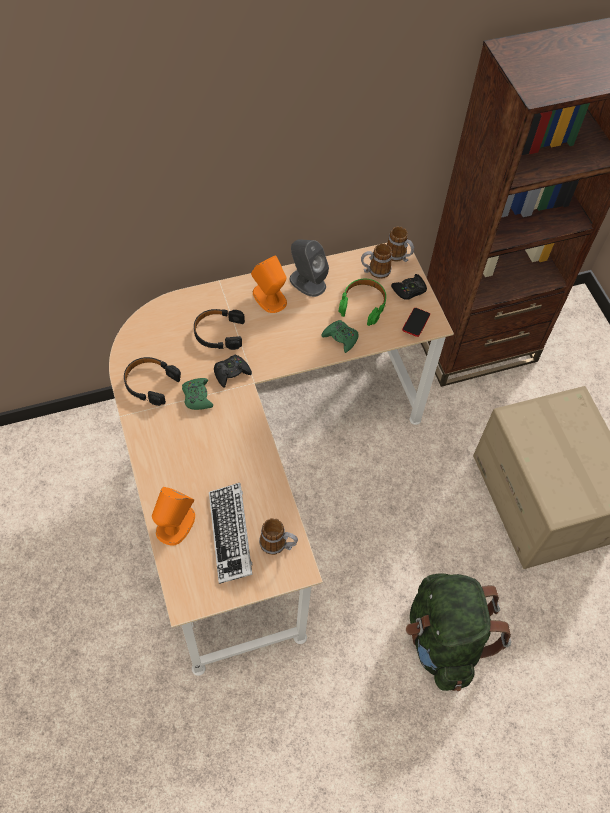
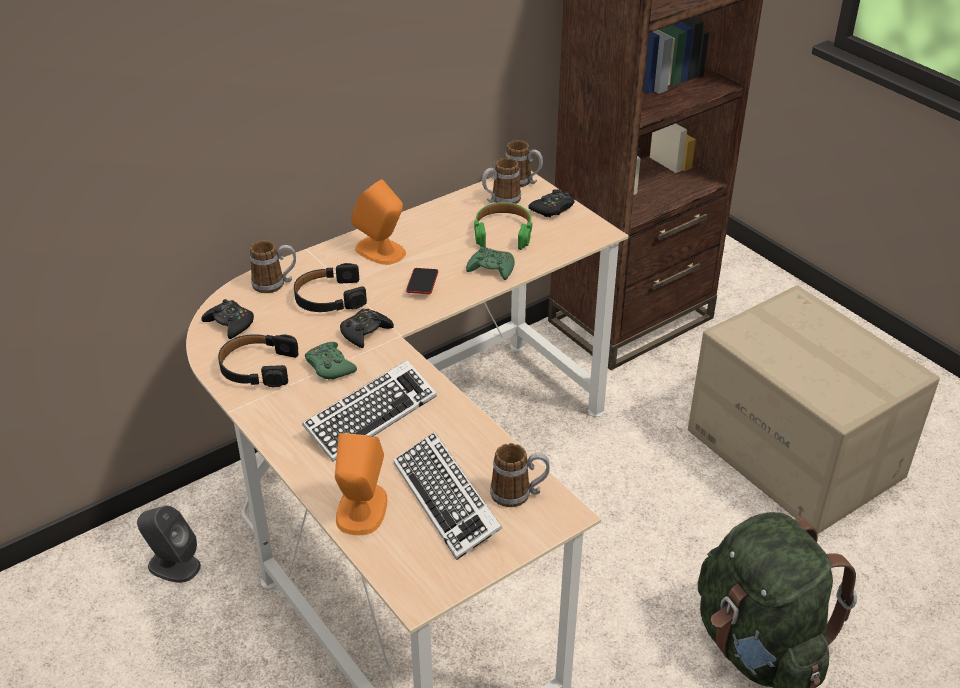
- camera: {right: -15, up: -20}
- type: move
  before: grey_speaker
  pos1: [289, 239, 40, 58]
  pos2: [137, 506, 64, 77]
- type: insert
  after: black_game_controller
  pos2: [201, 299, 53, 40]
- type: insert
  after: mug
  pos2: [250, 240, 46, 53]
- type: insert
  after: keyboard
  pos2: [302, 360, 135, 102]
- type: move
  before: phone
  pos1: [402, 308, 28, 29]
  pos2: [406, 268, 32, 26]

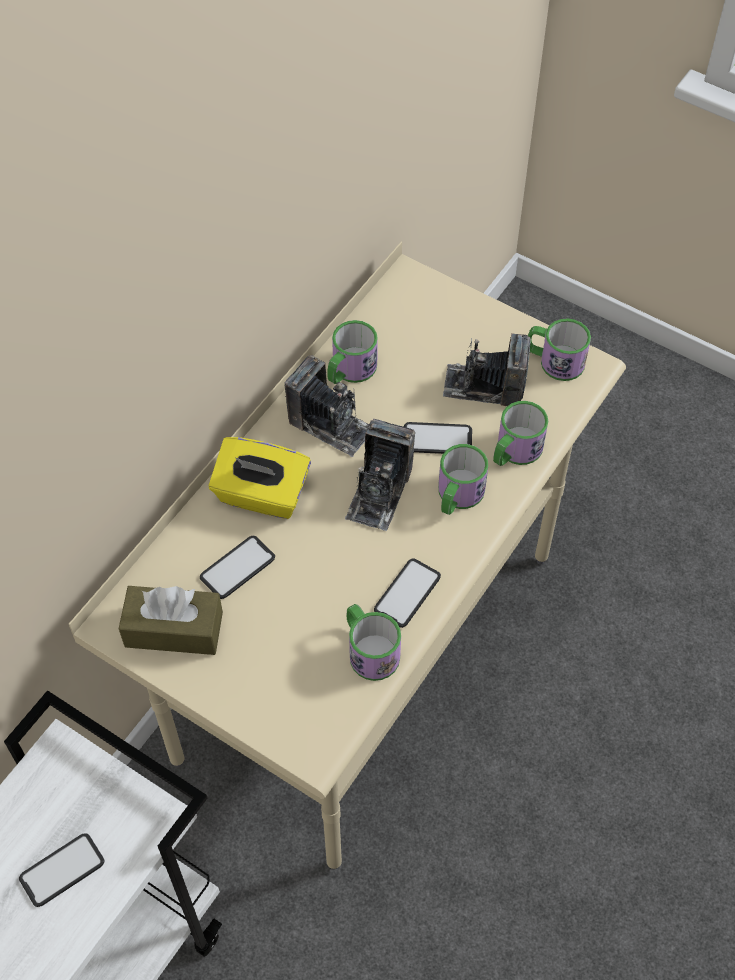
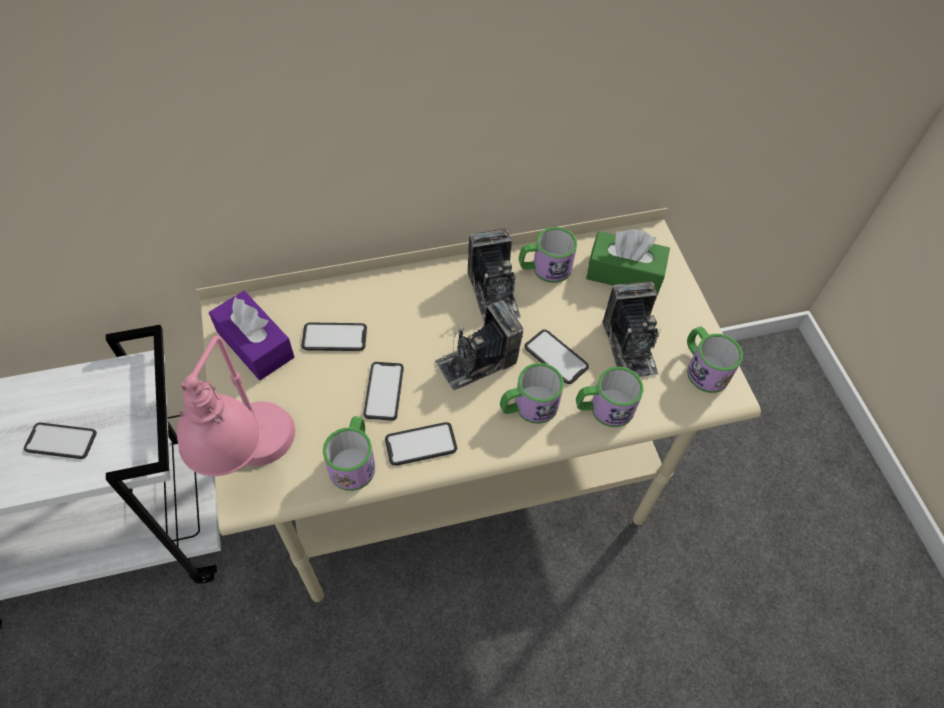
- camera: {right: 40, up: 0}
- type: insert
  after: pink_table_lamp
  pos2: [177, 336, 118, 140]
- type: recolor
  before: brown_tissue_box
  after: purple_tissue_box
  pos1: [119, 586, 104, 69]
  pos2: [209, 291, 85, 89]
- type: insert
  after: phone
  pos2: [363, 362, 41, 59]
- type: insert
  after: green_tissue_box
  pos2: [586, 229, 84, 66]
- type: rotate
  before: photo_camera
  pos1: [443, 333, 88, 73]
  pos2: [603, 281, 57, 96]
  turn: -150
- type: delete
  before: yellow_tissue_box
  pos1: [209, 437, 102, 82]

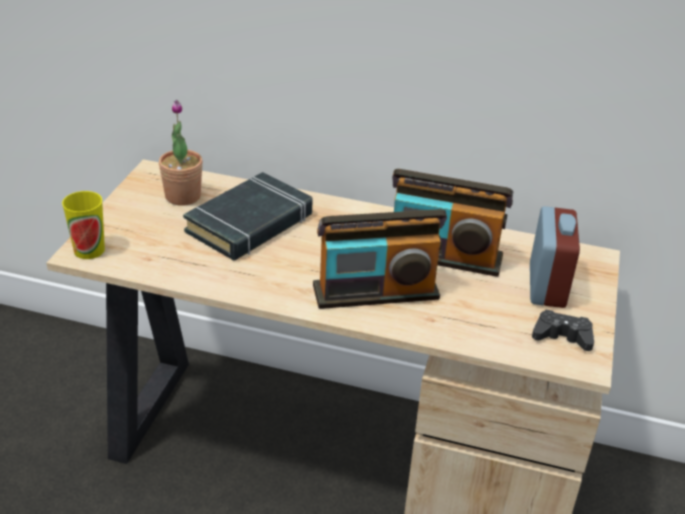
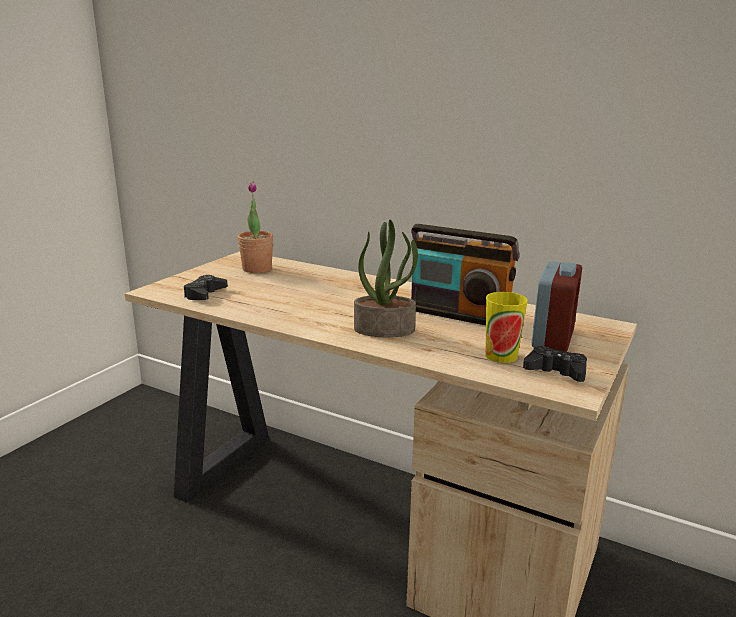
- camera: {right: 15, up: -15}
- type: insert
  after: black_game_controller
  pos2: [184, 275, 44, 25]
- type: replace
  before: radio
  after: potted_plant
  pos1: [313, 209, 134, 100]
  pos2: [354, 220, 64, 118]
- type: move
  before: cup
  pos1: [62, 191, 43, 68]
  pos2: [485, 292, 43, 71]
- type: delete
  before: black_book
  pos1: [183, 172, 130, 88]

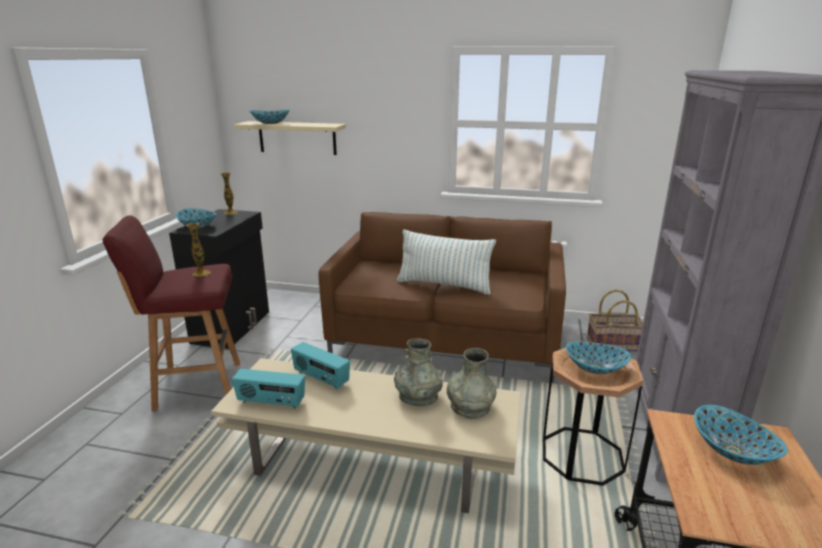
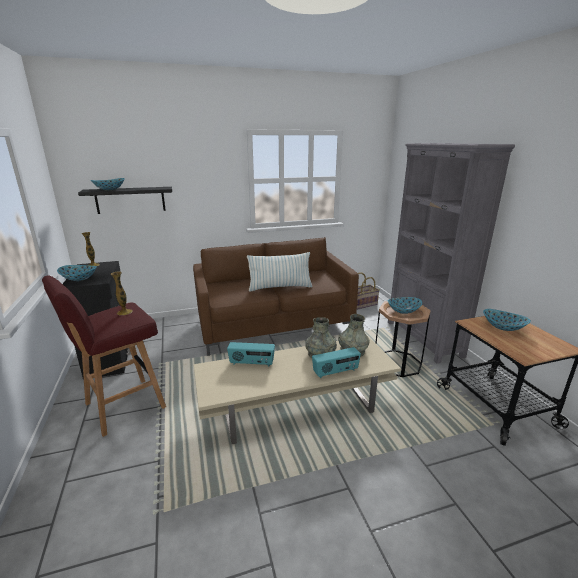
- camera: {right: -30, up: 0}
- type: recolor
  before: beige_shelf
  after: black_shelf
  pos1: [234, 121, 112, 34]
  pos2: [78, 187, 94, 27]
- type: move
  before: radio
  pos1: [232, 369, 73, 40]
  pos2: [312, 347, 49, 31]

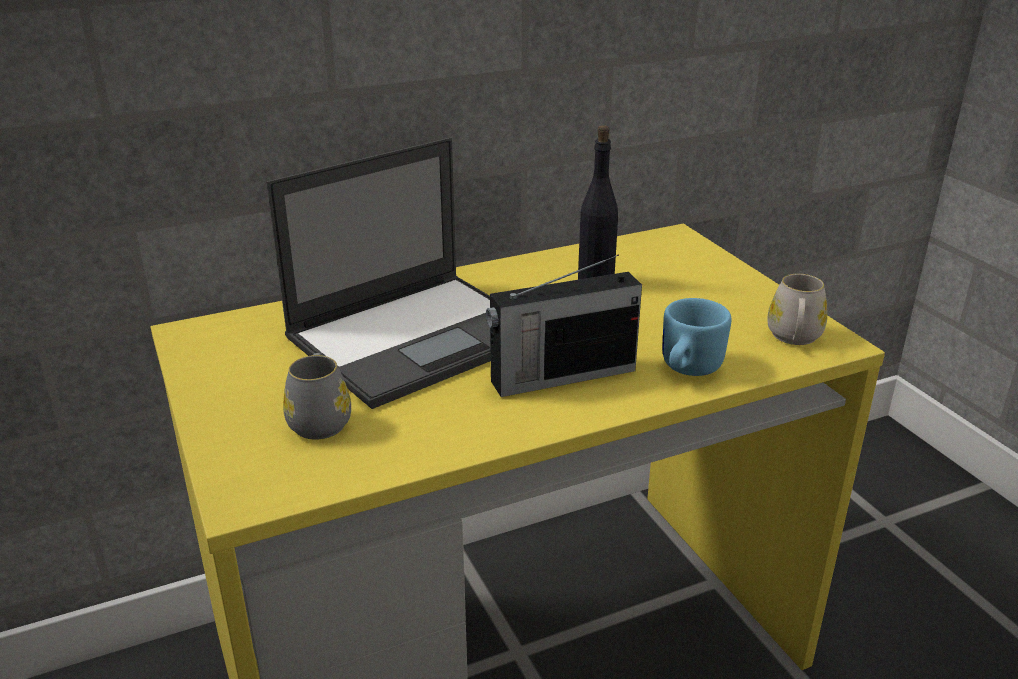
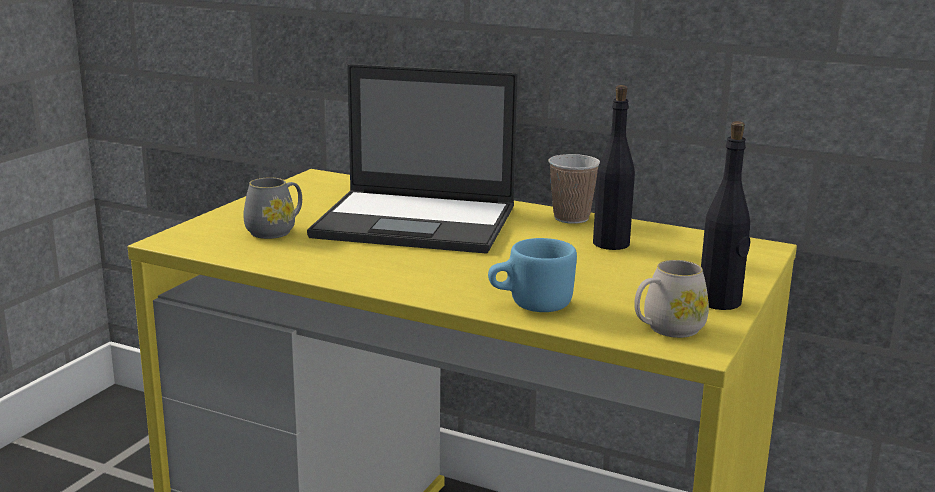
- camera: {right: 50, up: -10}
- type: insert
  after: cup
  pos2: [548, 154, 52, 70]
- type: insert
  after: black_bottle
  pos2: [701, 121, 49, 189]
- type: delete
  before: radio
  pos1: [486, 254, 156, 143]

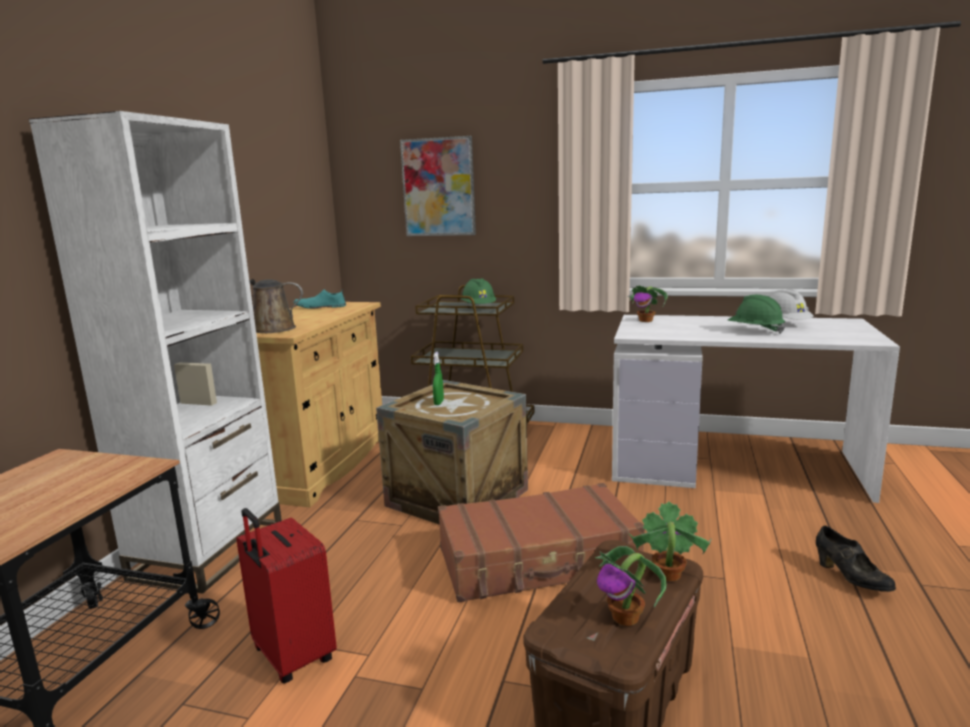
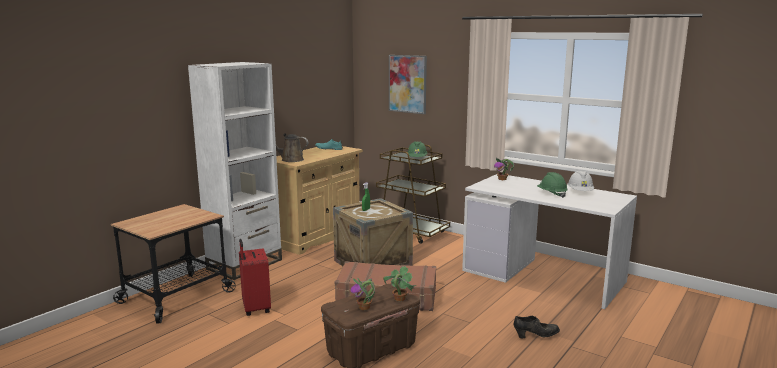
- camera: {right: 20, up: 0}
- type: rotate
  before: black_shoe
  pos1: [816, 526, 80, 66]
  pos2: [514, 316, 46, 22]
  turn: -90

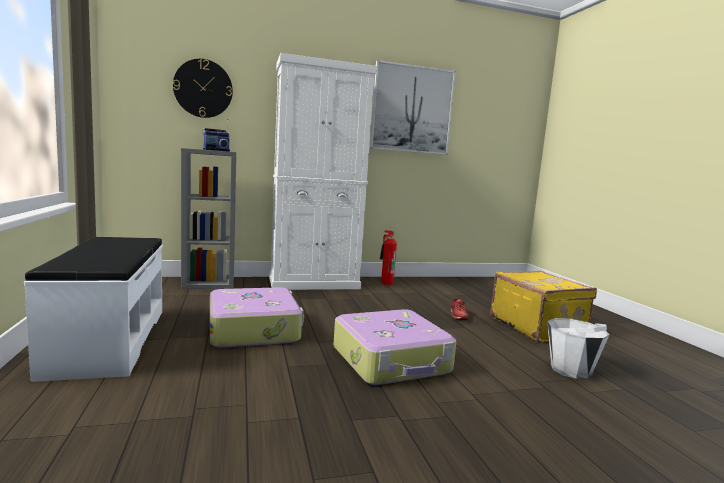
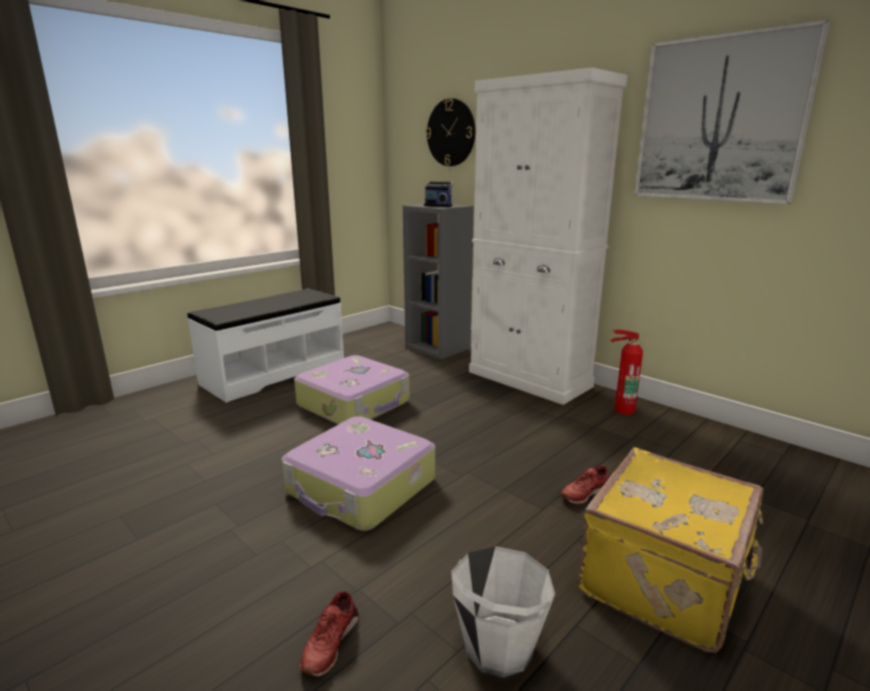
- camera: {right: 60, up: 10}
- type: insert
  after: red_shoe
  pos2: [300, 591, 59, 86]

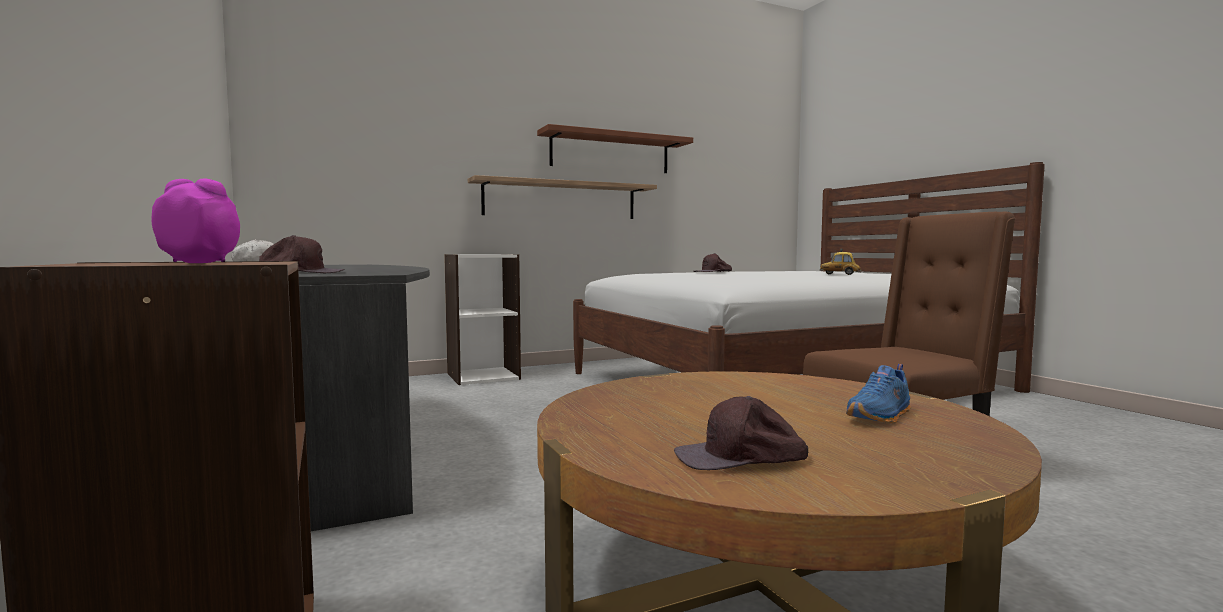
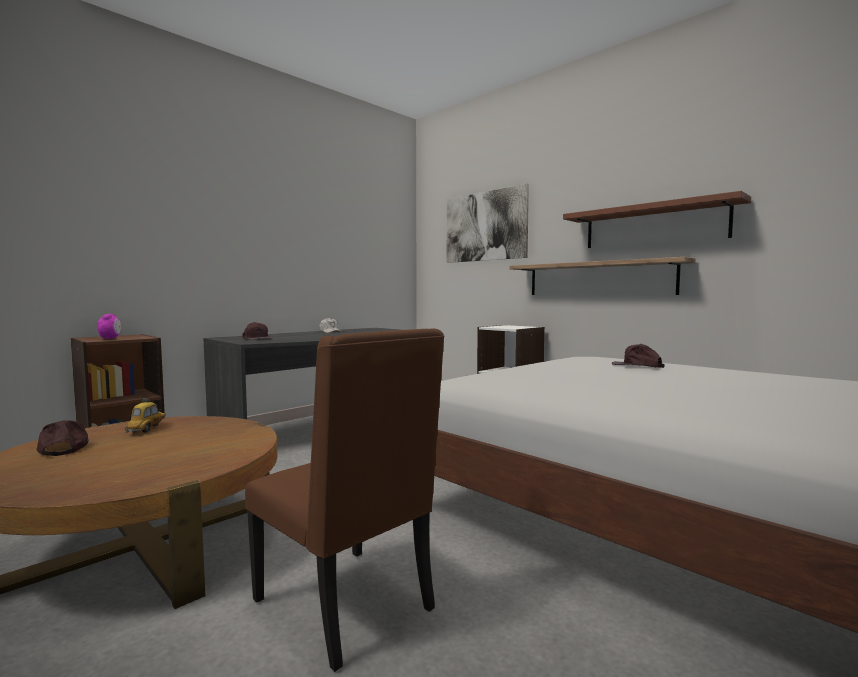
- camera: {right: 70, up: 0}
- type: move
  before: toy_car
  pos1: [820, 249, 42, 26]
  pos2: [125, 398, 41, 35]
- type: insert
  after: picture
  pos2: [447, 184, 82, 79]
- type: delete
  before: blue_shoe
  pos1: [846, 364, 64, 59]

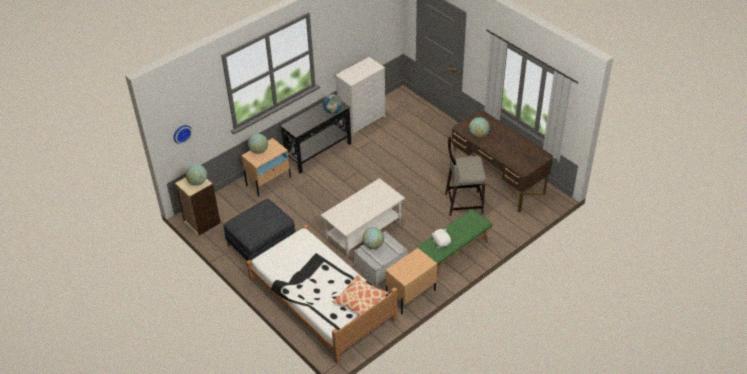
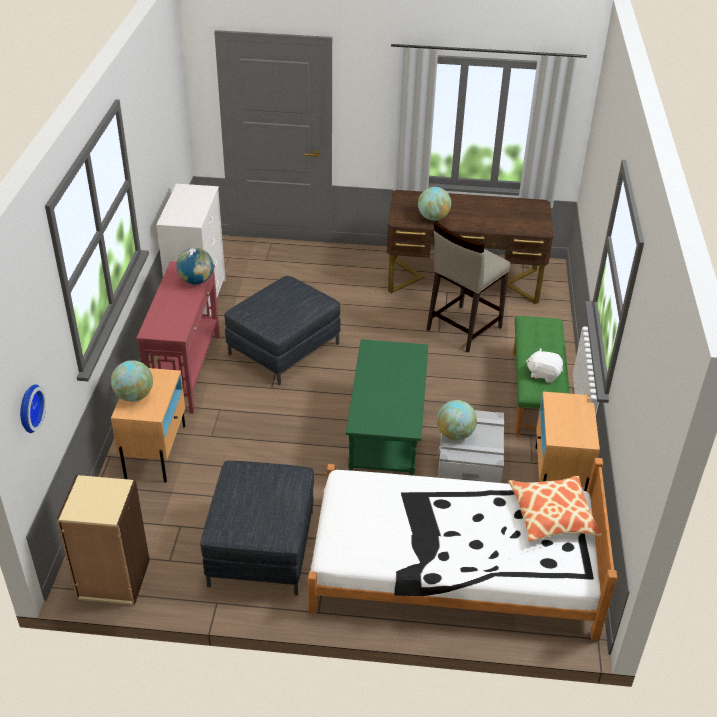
- camera: {right: -45, up: -5}
- type: recolor
  before: black_console_table
  after: red_console_table
  pos1: [281, 101, 70, 73]
  pos2: [136, 261, 84, 153]
- type: insert
  after: grey_ottoman
  pos2: [224, 276, 117, 109]
- type: recolor
  before: white_coffee_table
  after: green_coffee_table
  pos1: [321, 178, 84, 79]
  pos2: [346, 339, 82, 137]
- type: delete
  before: globe
  pos1: [185, 164, 22, 22]

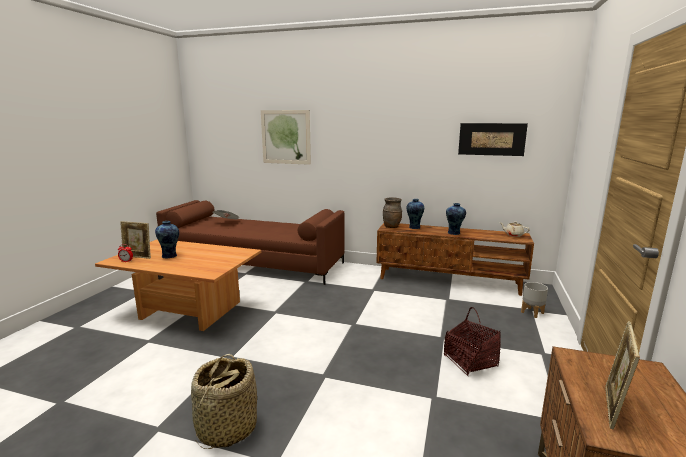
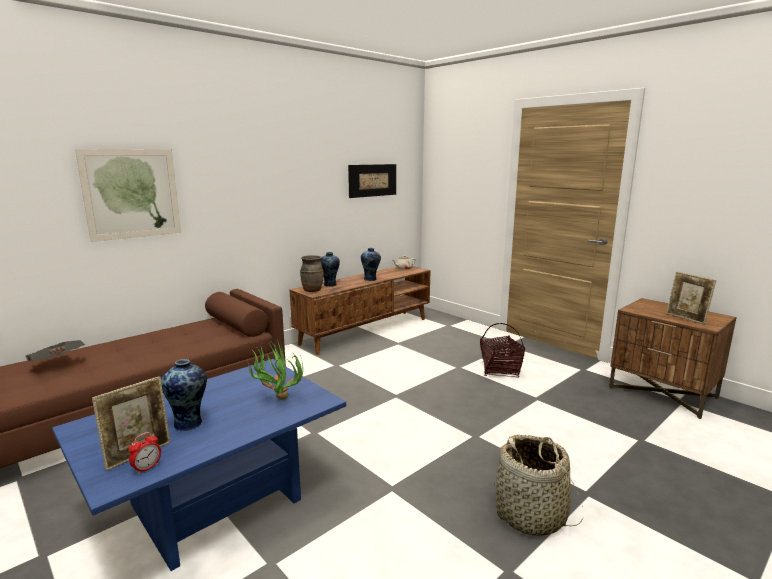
- camera: {right: -60, up: 0}
- type: recolor
  before: brown_coffee_table
  after: blue_coffee_table
  pos1: [95, 239, 166, 92]
  pos2: [52, 359, 294, 212]
- type: insert
  after: potted_plant
  pos2: [247, 340, 56, 60]
- type: delete
  before: grey_planter
  pos1: [521, 282, 27, 36]

